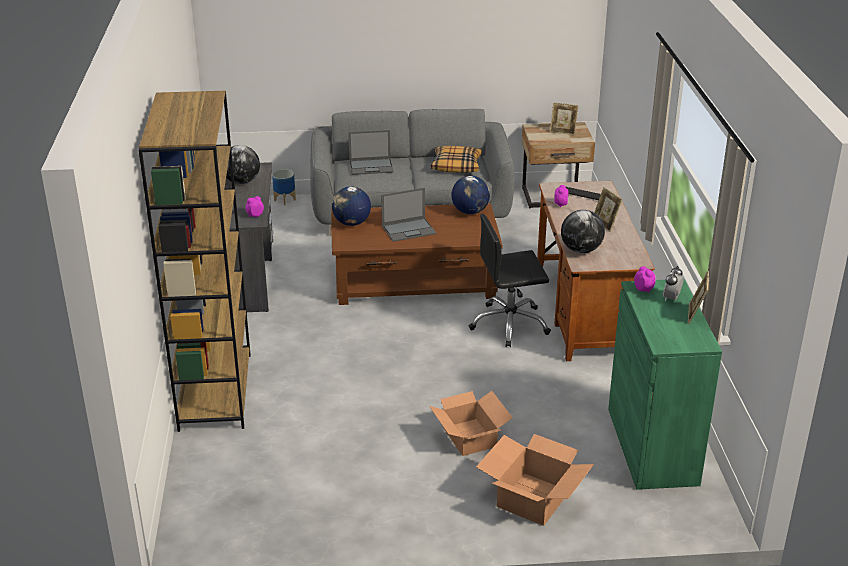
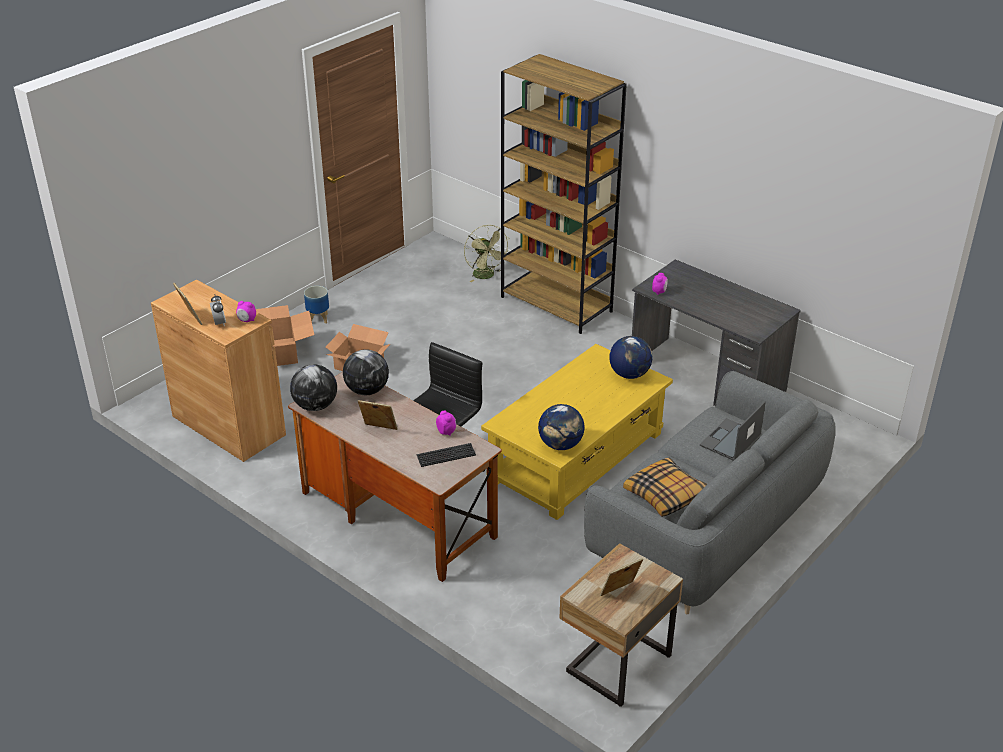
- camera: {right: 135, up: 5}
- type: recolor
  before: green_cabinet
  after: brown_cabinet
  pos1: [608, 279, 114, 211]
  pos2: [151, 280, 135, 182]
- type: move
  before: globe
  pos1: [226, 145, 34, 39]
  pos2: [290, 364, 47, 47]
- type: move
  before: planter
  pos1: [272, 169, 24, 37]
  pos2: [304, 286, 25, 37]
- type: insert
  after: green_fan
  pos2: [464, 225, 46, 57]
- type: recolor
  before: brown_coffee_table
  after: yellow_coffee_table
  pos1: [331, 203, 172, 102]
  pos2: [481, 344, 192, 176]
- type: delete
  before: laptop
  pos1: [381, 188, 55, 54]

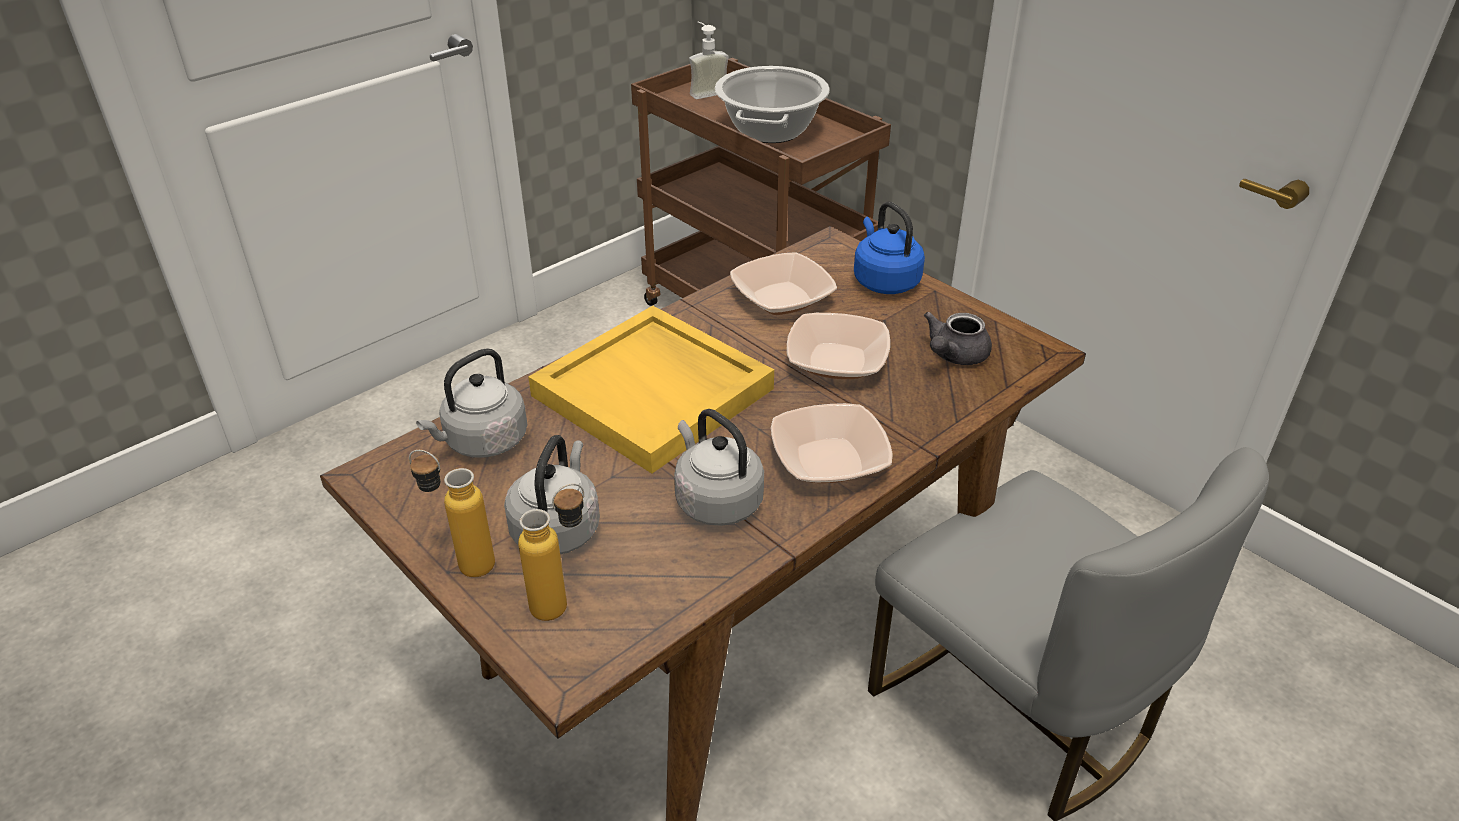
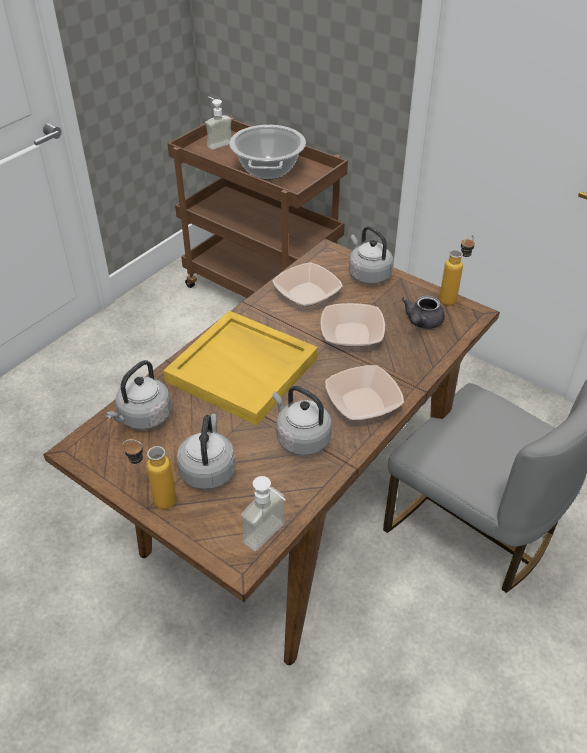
- camera: {right: -10, up: 5}
- type: insert
  after: soap_dispenser
  pos2: [241, 476, 45, 75]
- type: recolor
  before: blue_kettle
  after: grey_kettle
  pos1: [854, 201, 71, 93]
  pos2: [349, 226, 44, 59]
- type: move
  before: bottle
  pos1: [518, 483, 66, 138]
  pos2: [439, 235, 36, 71]

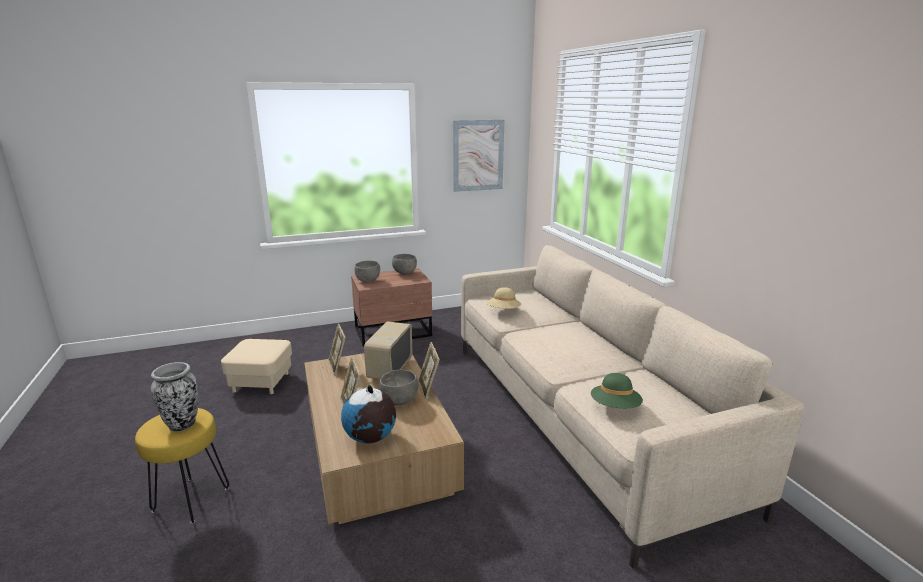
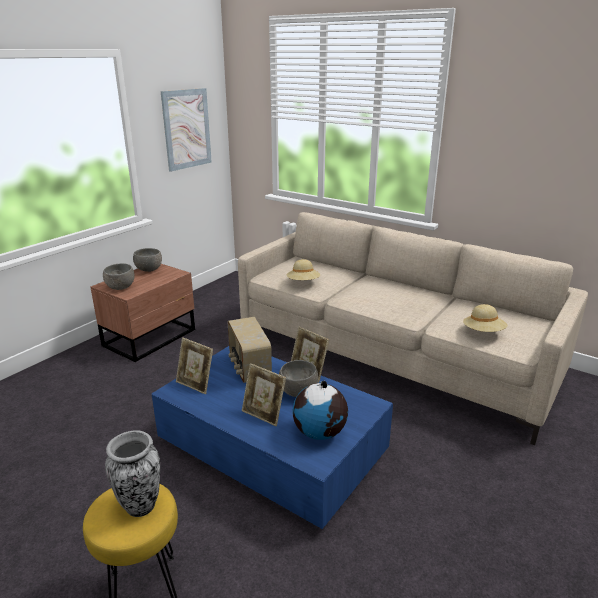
- camera: {right: -35, up: 5}
- type: recolor
  before: brown_coffee_table
  after: blue_coffee_table
  pos1: [304, 353, 160, 171]
  pos2: [152, 346, 241, 183]
- type: recolor
  before: green_hat
  after: beige_hat
  pos1: [591, 373, 52, 35]
  pos2: [463, 304, 45, 28]
- type: delete
  before: beige_ottoman
  pos1: [221, 339, 71, 55]

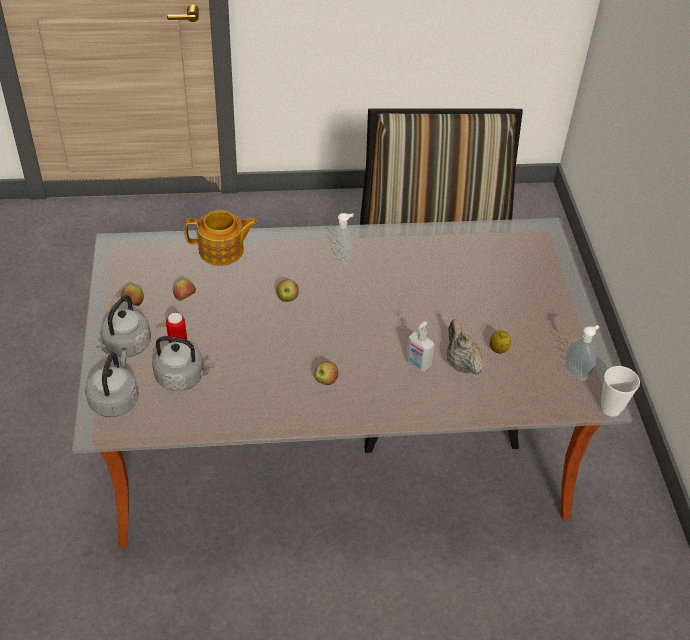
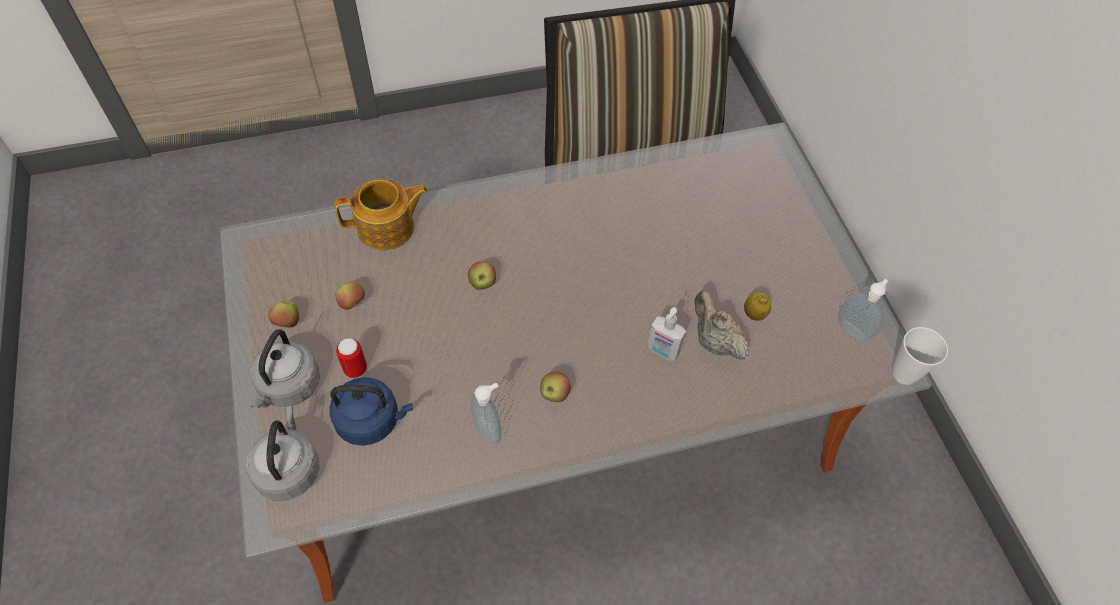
- camera: {right: -10, up: 10}
- type: recolor
  before: grey_kettle
  after: blue_kettle
  pos1: [152, 336, 63, 55]
  pos2: [330, 377, 83, 69]
- type: move
  before: soap_dispenser
  pos1: [333, 213, 21, 54]
  pos2: [470, 383, 31, 61]

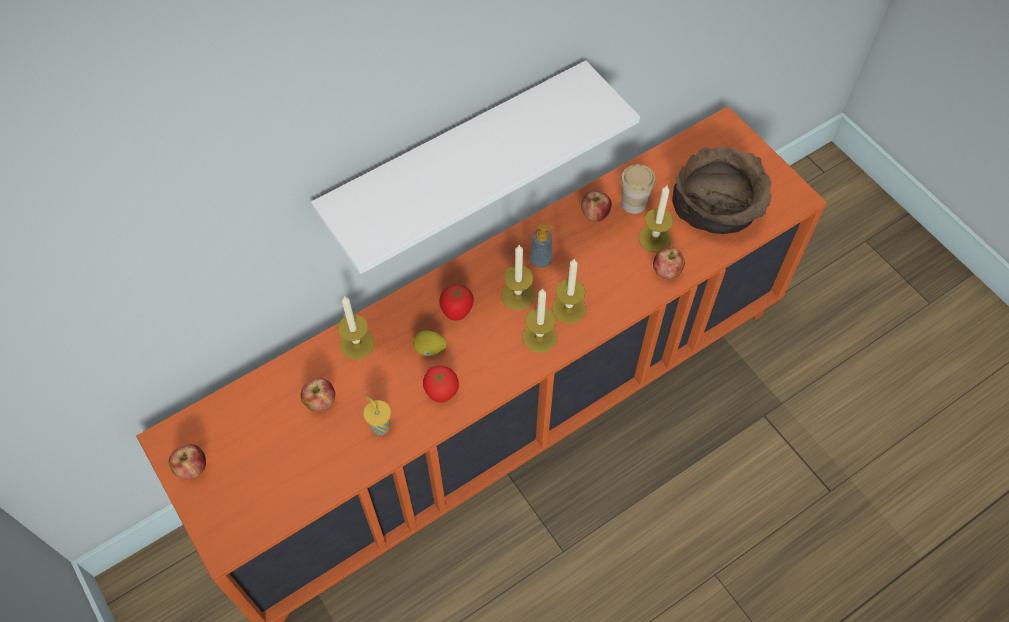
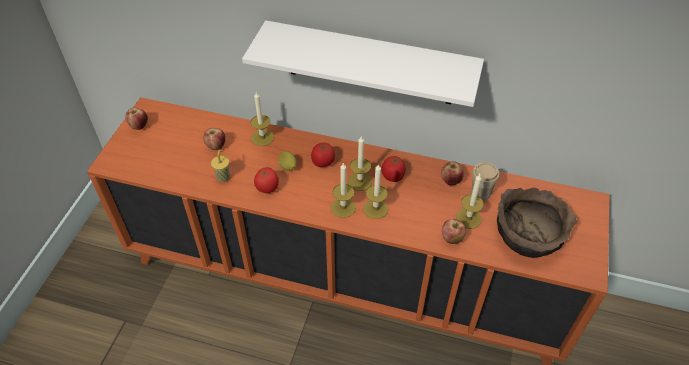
- camera: {right: 50, up: -10}
- type: replace
  before: soap_dispenser
  after: tomato
  pos1: [529, 225, 26, 44]
  pos2: [382, 156, 24, 26]

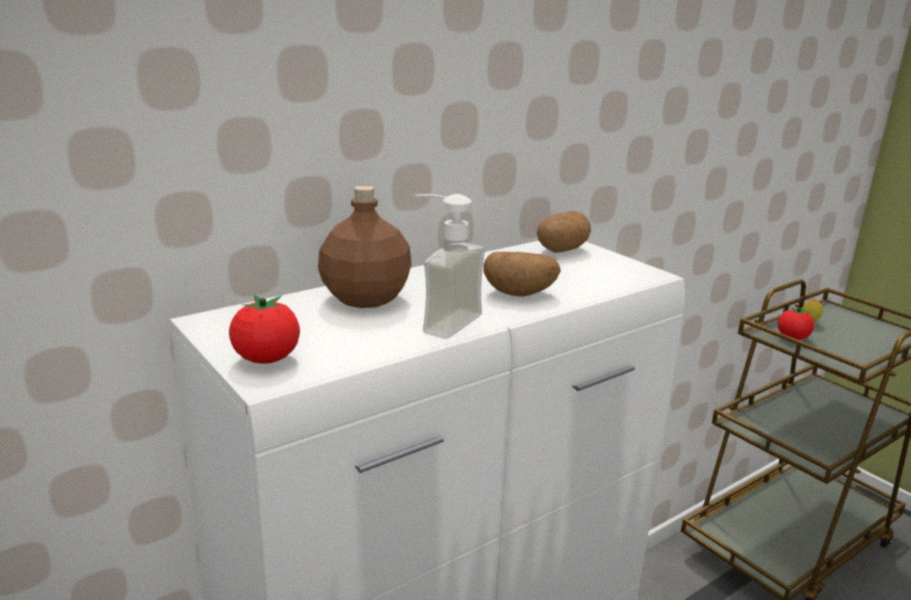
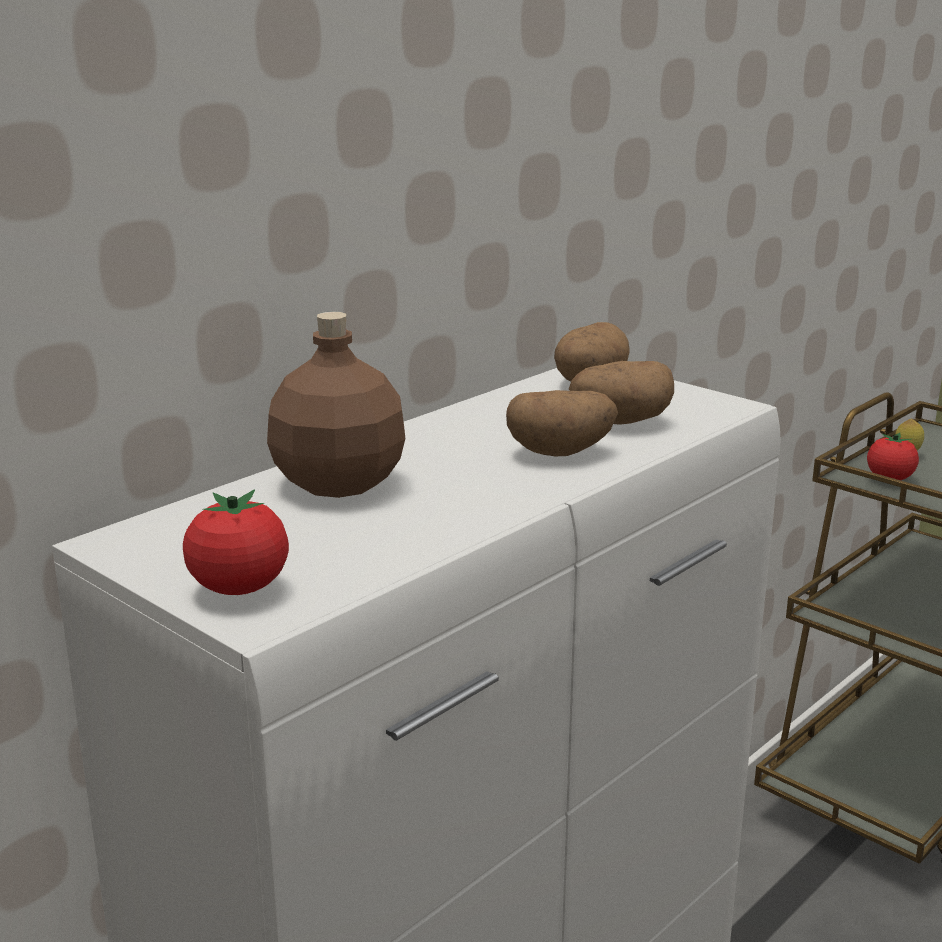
- camera: {right: -10, up: 0}
- type: insert
  after: potato
  pos2: [569, 361, 105, 64]
- type: delete
  before: soap_dispenser
  pos1: [415, 194, 70, 145]

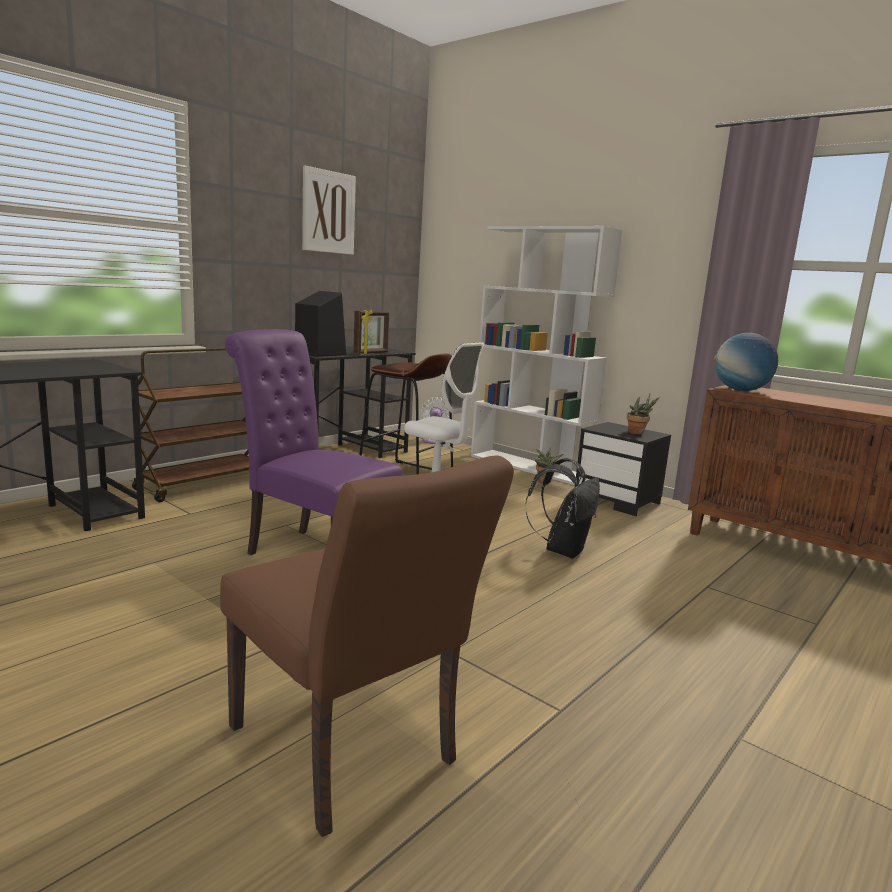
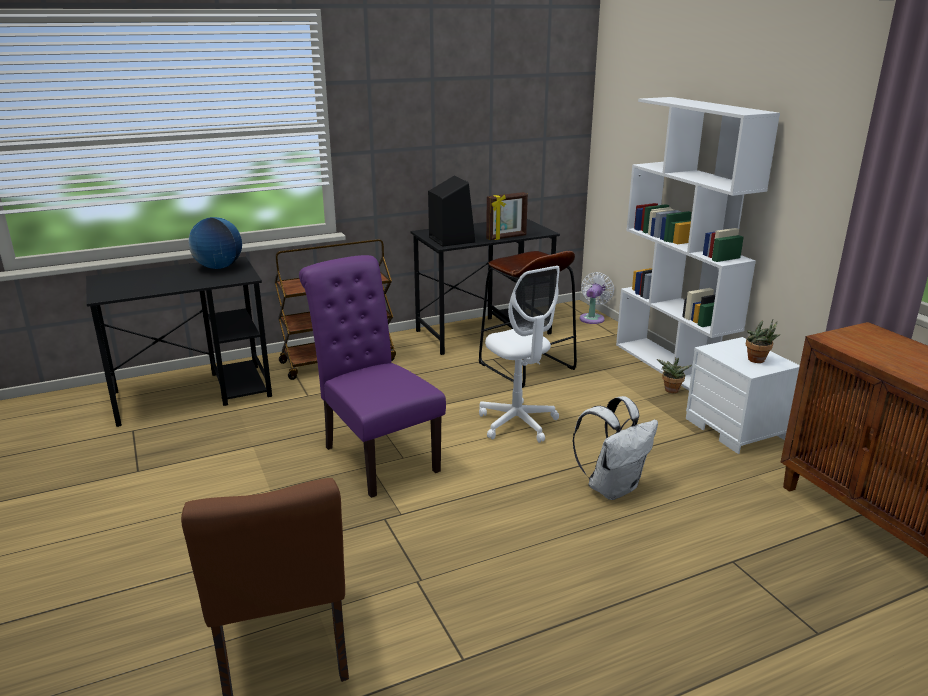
- camera: {right: 25, up: 10}
- type: move
  before: globe
  pos1: [714, 333, 64, 58]
  pos2: [188, 217, 54, 52]
- type: recolor
  before: black_backpack
  after: white_backpack
  pos1: [525, 458, 75, 101]
  pos2: [573, 396, 85, 104]
- type: recolor
  before: black_nightstand
  after: white_nightstand
  pos1: [575, 422, 96, 94]
  pos2: [686, 337, 114, 117]
- type: delete
  before: picture
  pos1: [302, 165, 54, 90]

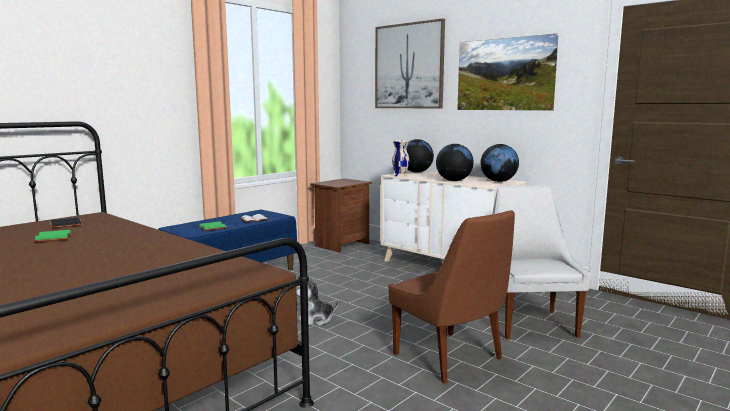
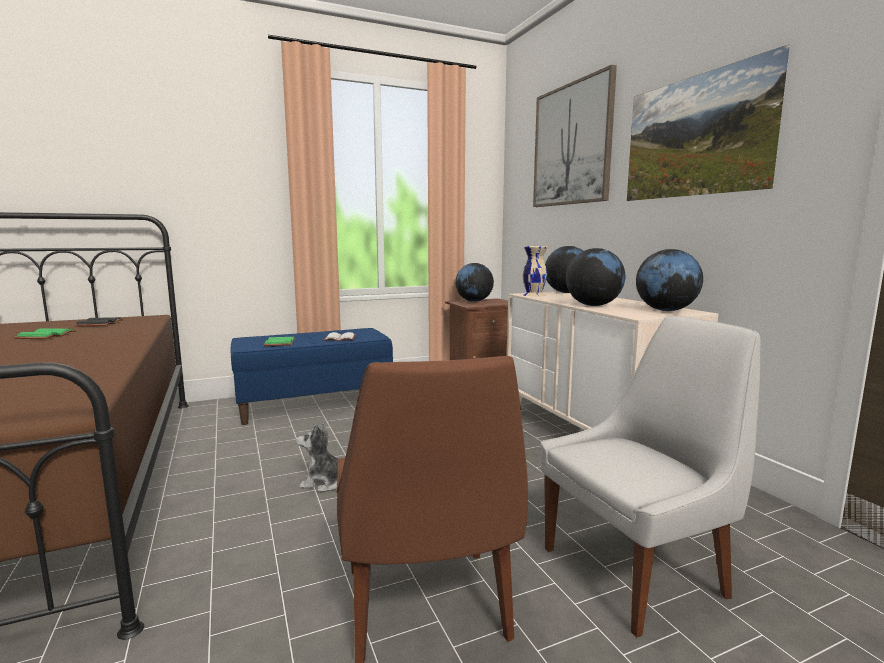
- camera: {right: 25, up: 0}
- type: insert
  after: globe
  pos2: [455, 263, 39, 39]
- type: rotate
  before: white_chair
  pos1: [492, 185, 100, 155]
  pos2: [540, 316, 221, 322]
  turn: 45

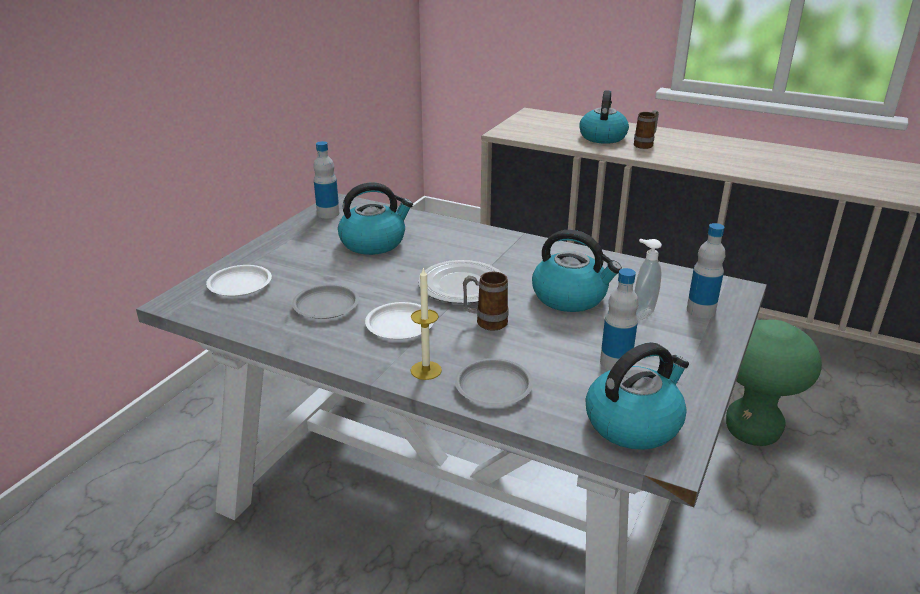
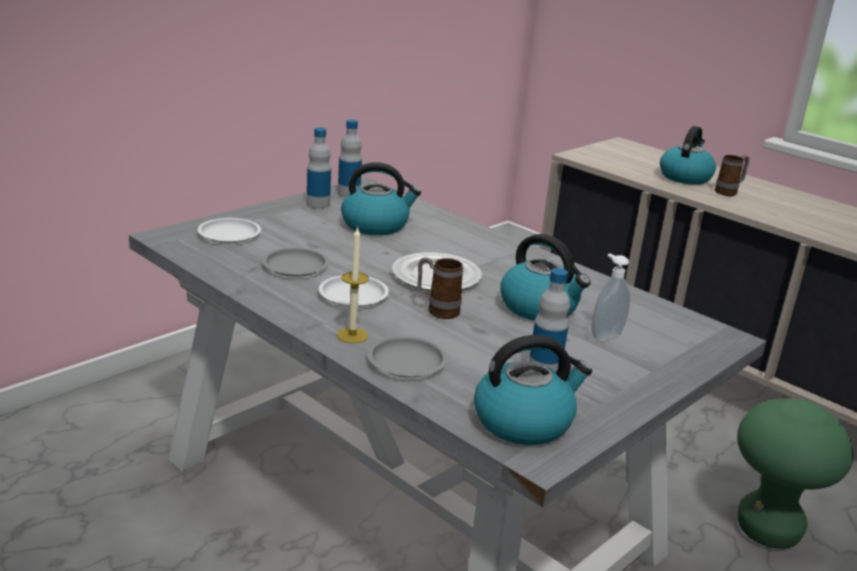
- camera: {right: 15, up: -5}
- type: move
  before: bottle
  pos1: [687, 223, 38, 95]
  pos2: [307, 127, 24, 82]

